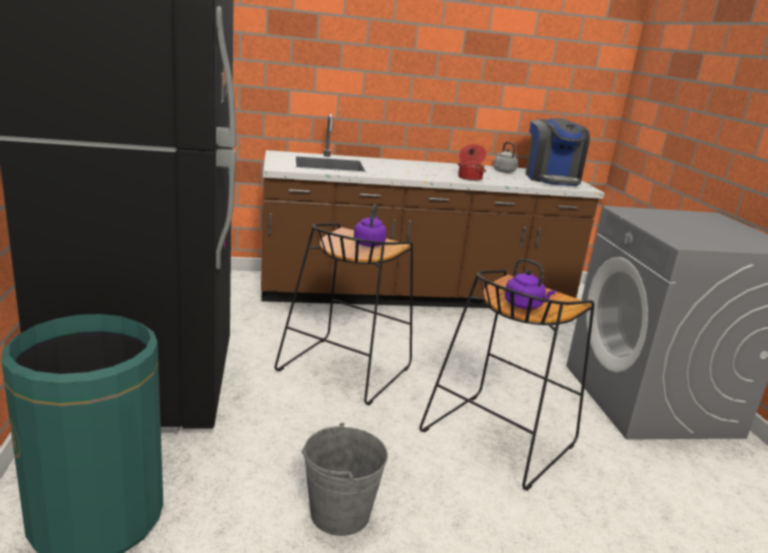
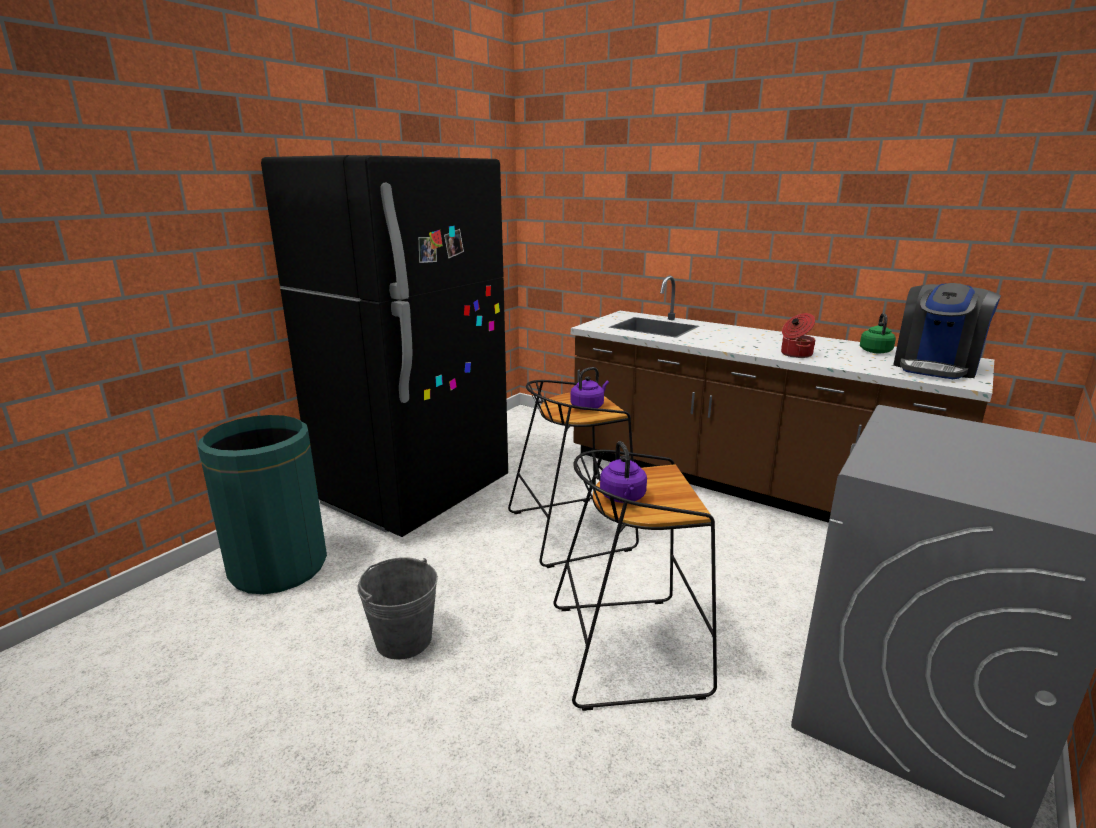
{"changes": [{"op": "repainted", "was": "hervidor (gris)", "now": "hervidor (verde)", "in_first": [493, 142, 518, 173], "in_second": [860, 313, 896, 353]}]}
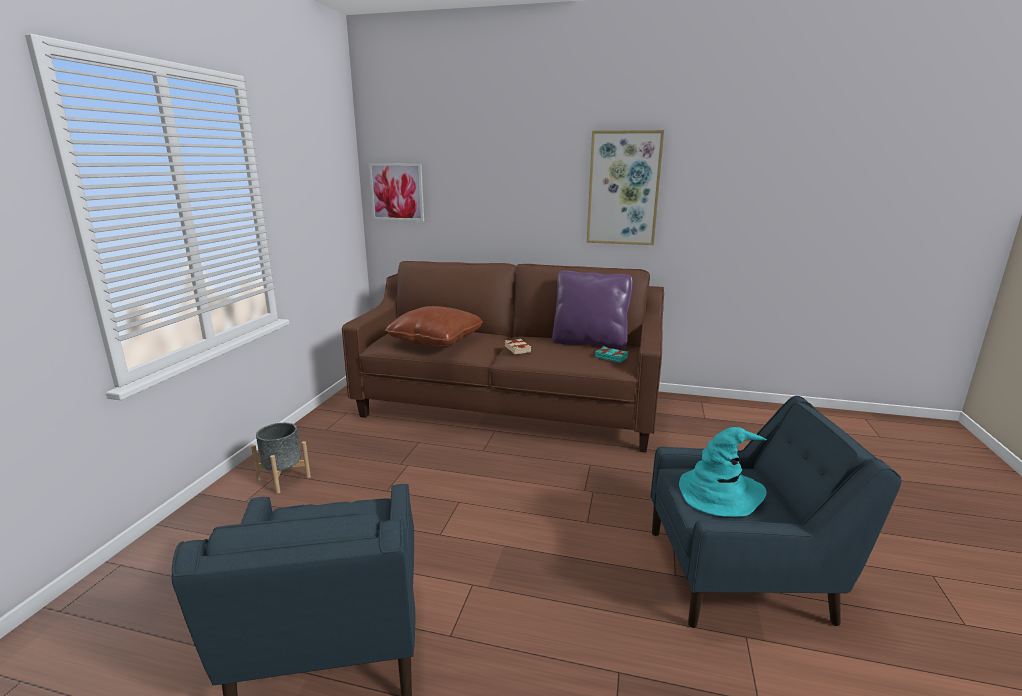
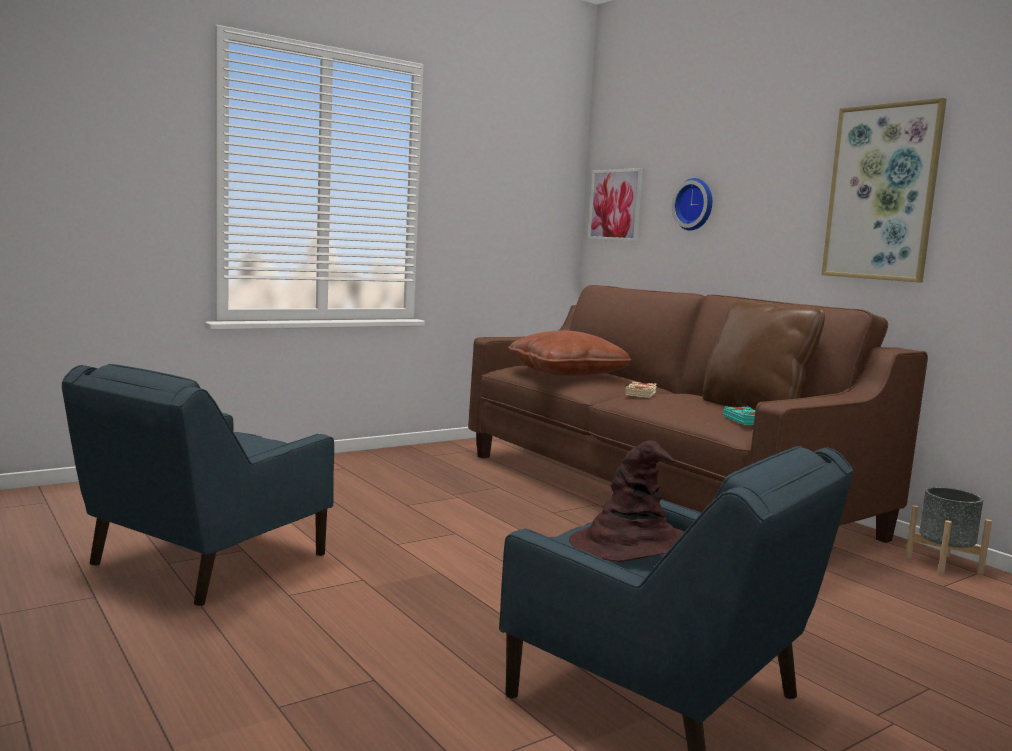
{"changes": [{"op": "shifted", "was": "maceta (gris)", "in_first": [251, 423, 311, 494], "in_second": [905, 487, 992, 576]}, {"op": "repainted", "was": "cojín (morado)", "now": "cojín (marrón)", "in_first": [552, 270, 633, 349], "in_second": [703, 299, 825, 410]}, {"op": "repainted", "was": "sombrero (turquesa)", "now": "sombrero (marrón)", "in_first": [679, 427, 767, 517], "in_second": [569, 441, 684, 562]}, {"op": "new", "now": "reloj de pared", "in_second": [672, 178, 712, 230]}]}
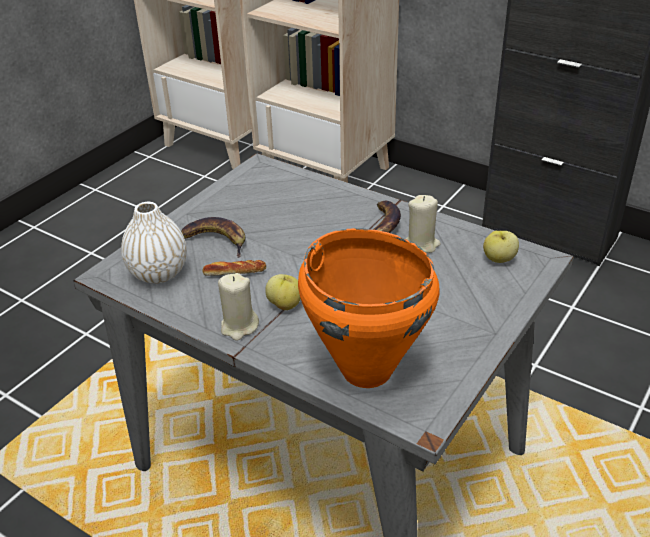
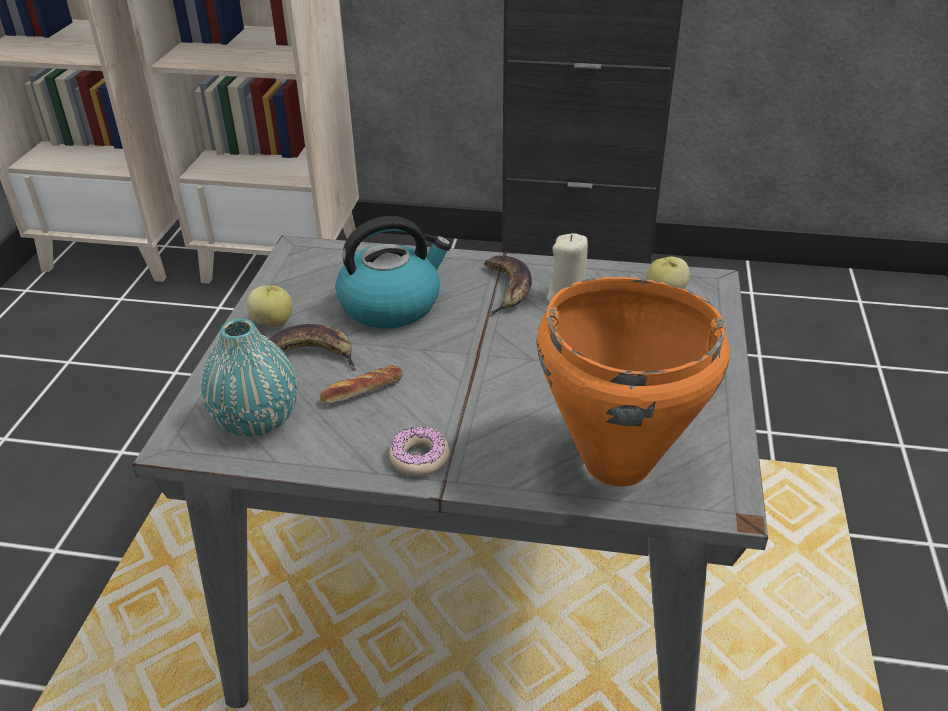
{"changes": [{"op": "repainted", "was": "florero (blanco)", "now": "florero (turquesa)", "in_first": [121, 202, 187, 284], "in_second": [201, 319, 298, 436]}, {"op": "swapped", "was": "vela (beis)", "now": "rosquilla", "in_first": [218, 273, 259, 341], "in_second": [389, 427, 450, 476]}, {"op": "shifted", "was": "manzana", "in_first": [265, 274, 301, 310], "in_second": [247, 286, 292, 327]}, {"op": "new", "now": "hervidor", "in_second": [336, 216, 451, 328]}]}
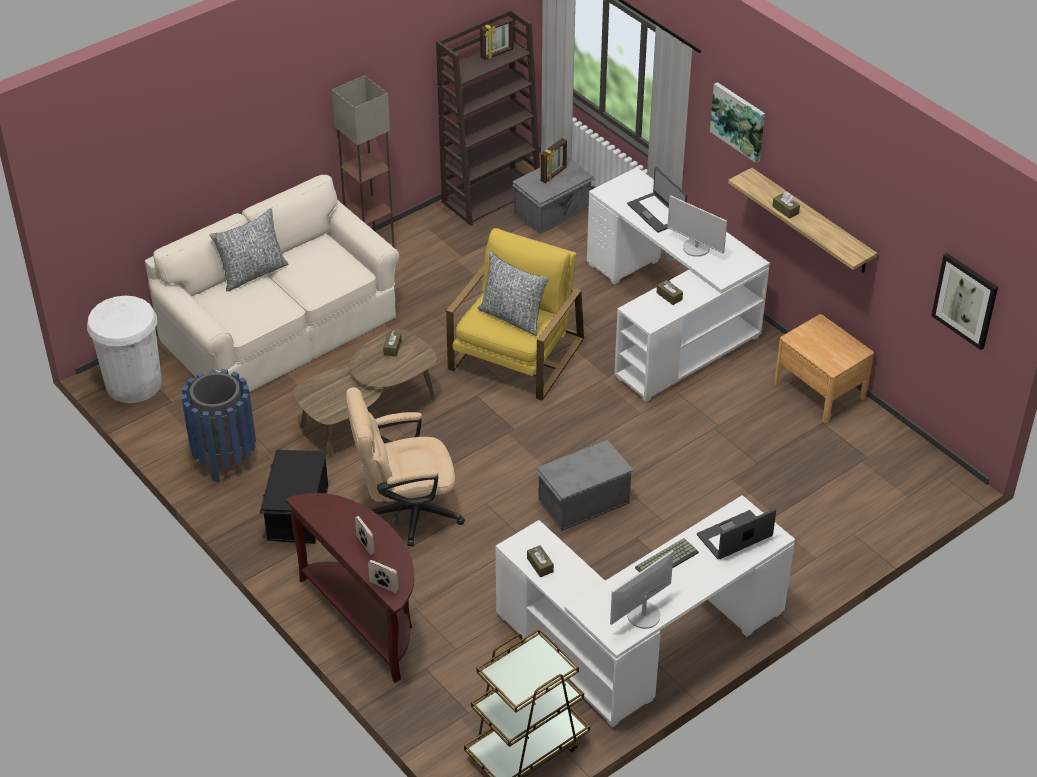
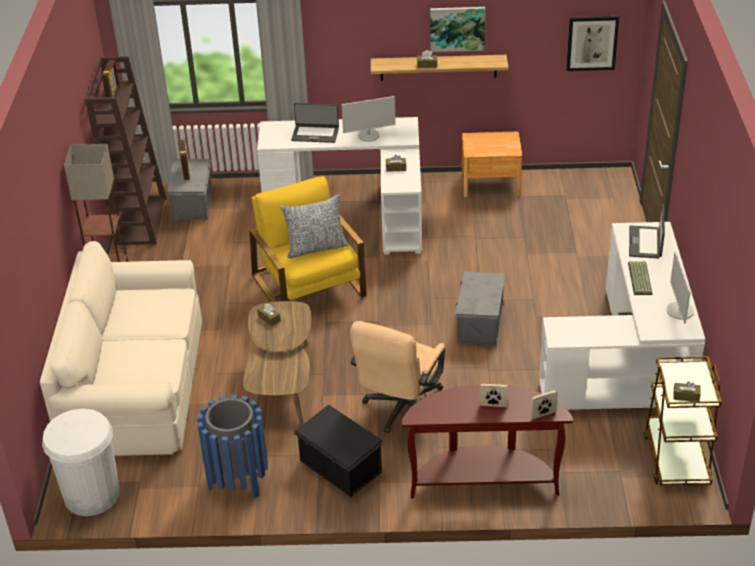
{"changes": [{"op": "gone", "was": "cojín", "in_first": [209, 208, 288, 291]}, {"op": "shifted", "was": "caja de pañuelos (marrón)", "in_first": [527, 545, 554, 577], "in_second": [673, 381, 701, 402]}, {"op": "shifted", "was": "cuadro", "in_first": [710, 82, 765, 163], "in_second": [430, 7, 485, 52]}]}
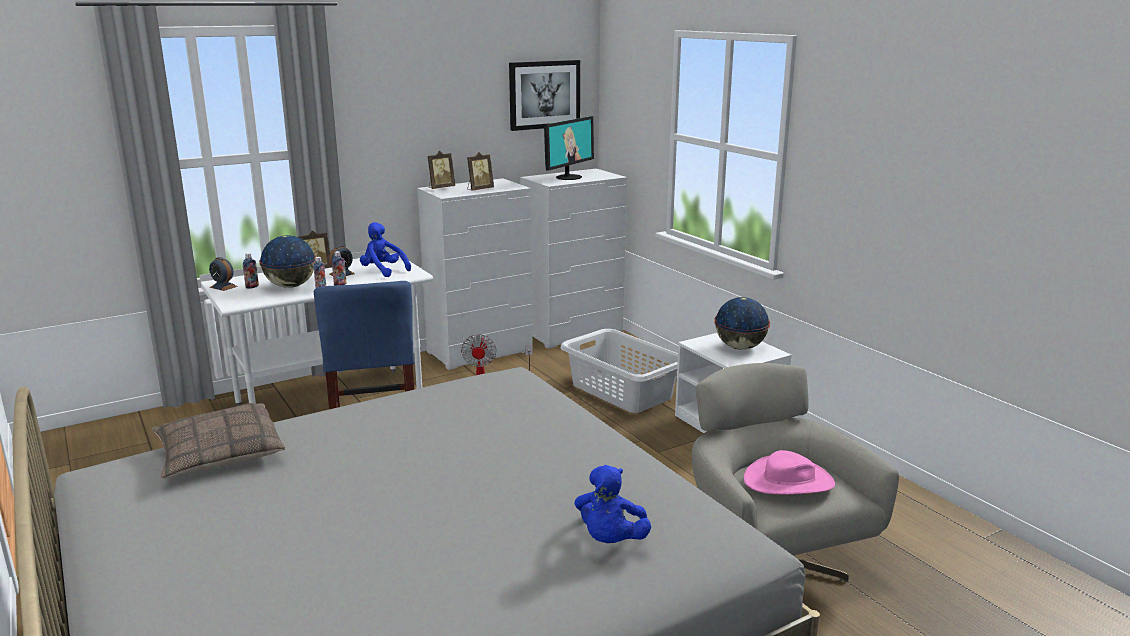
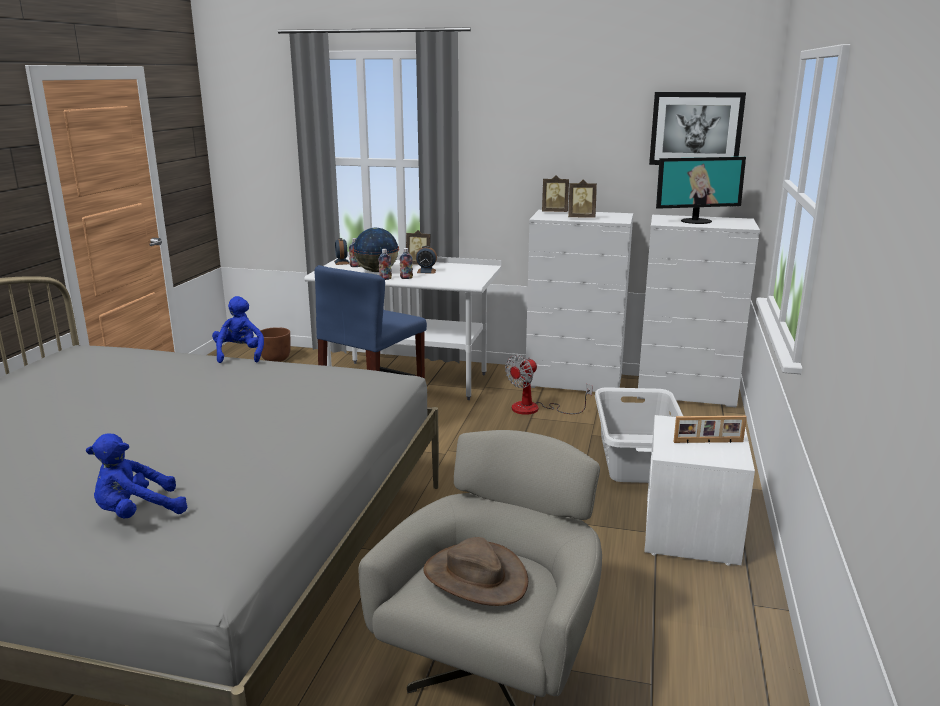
{"changes": [{"op": "gone", "was": "cojín", "in_first": [152, 403, 286, 479]}, {"op": "shifted", "was": "peluche (azul)", "in_first": [360, 222, 411, 277], "in_second": [212, 296, 264, 363]}, {"op": "swapped", "was": "globo terráqueo", "now": "portarretratos", "in_first": [714, 297, 770, 350], "in_second": [673, 416, 747, 443]}, {"op": "repainted", "was": "sombrero (rosa)", "now": "sombrero (marrón)", "in_first": [744, 450, 835, 495], "in_second": [423, 537, 528, 606]}, {"op": "new", "now": "maceta (marrón)", "in_second": [257, 327, 290, 362]}]}
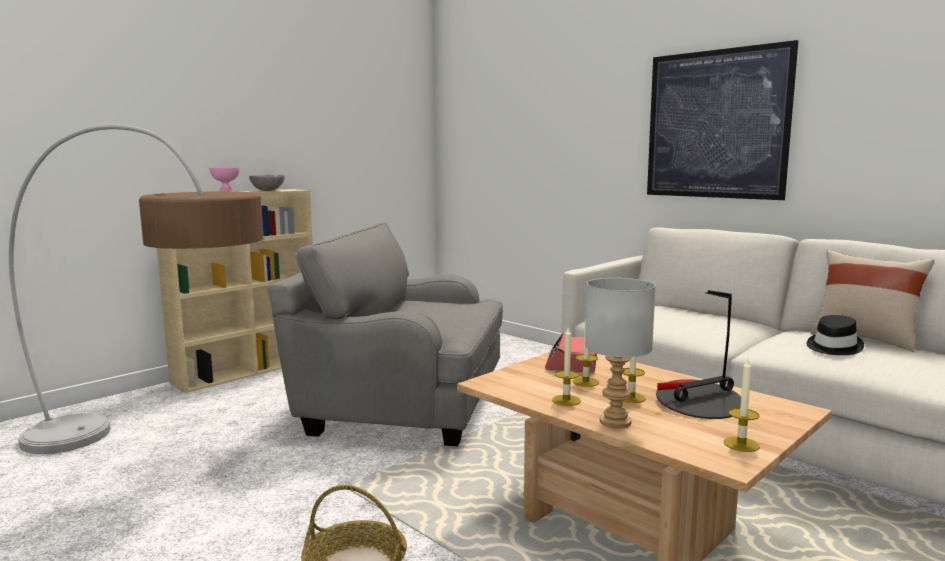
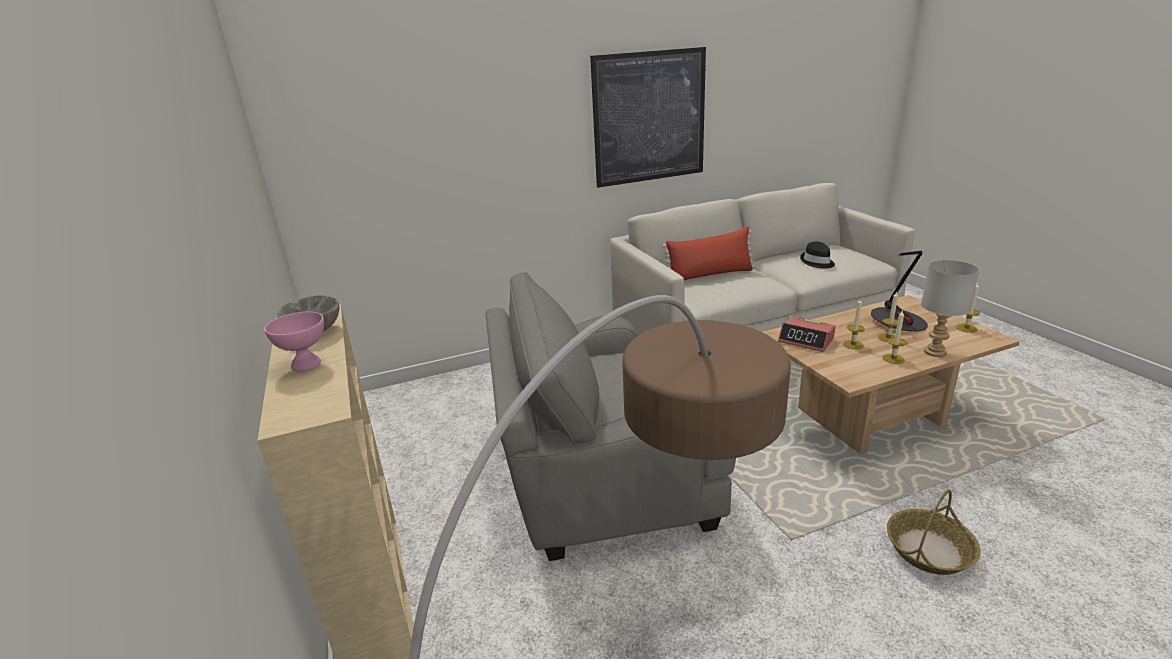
{"changes": [{"op": "rotated", "was": "sillón (gris)", "in_first": [268, 223, 503, 447], "in_second": [485, 272, 736, 561], "clockwise": 45}, {"op": "gone", "was": "cojín (beis)", "in_first": [811, 250, 934, 352]}, {"op": "new", "now": "cojín (rojo)", "in_second": [662, 227, 755, 280]}]}
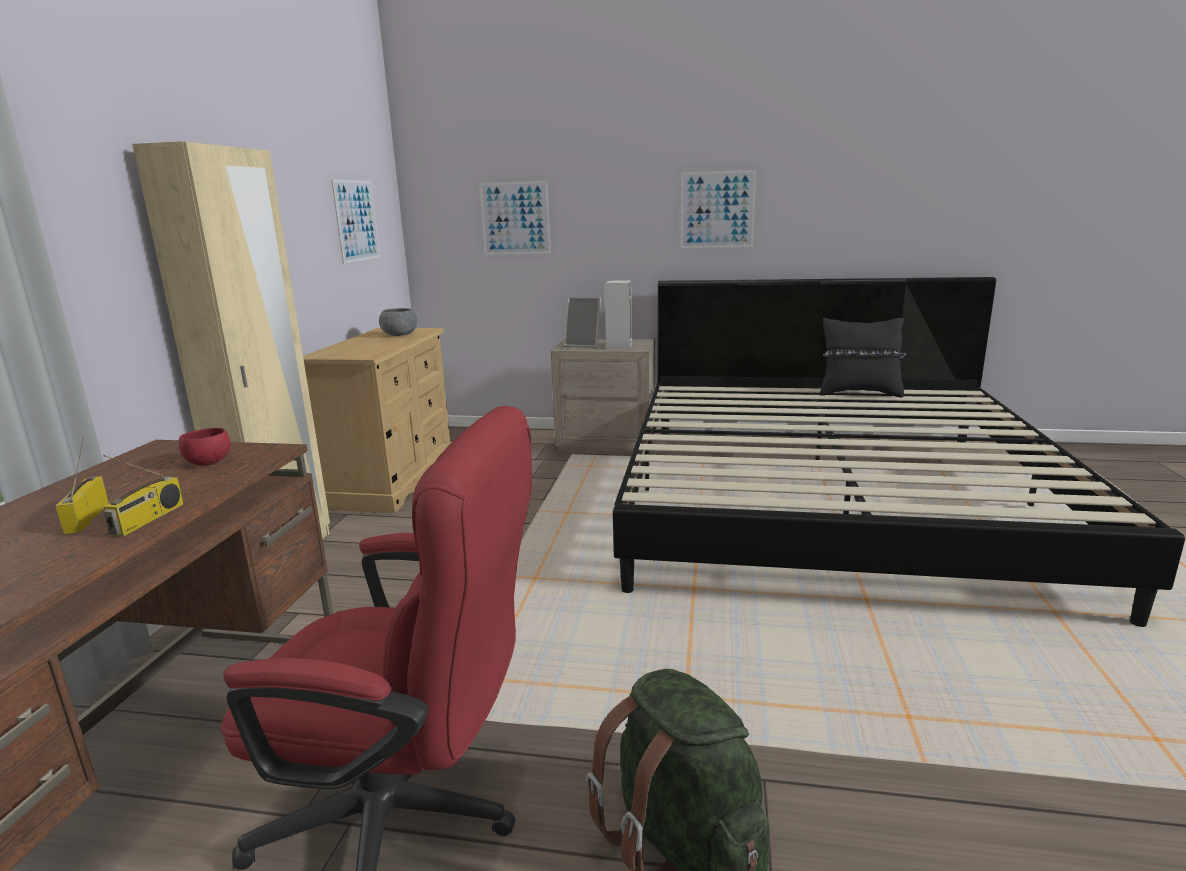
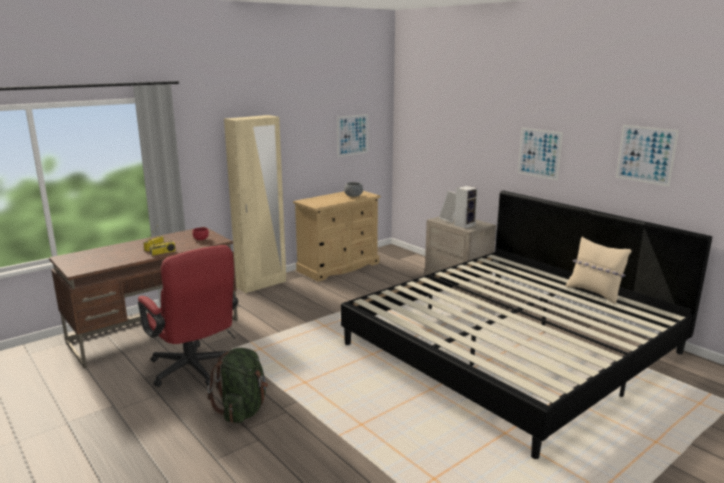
{"changes": [{"op": "shifted", "was": "cuadro", "in_first": [479, 181, 551, 255], "in_second": [616, 125, 679, 186]}, {"op": "repainted", "was": "cojín (negro)", "now": "cojín (beis)", "in_first": [819, 318, 906, 398], "in_second": [566, 237, 632, 304]}]}
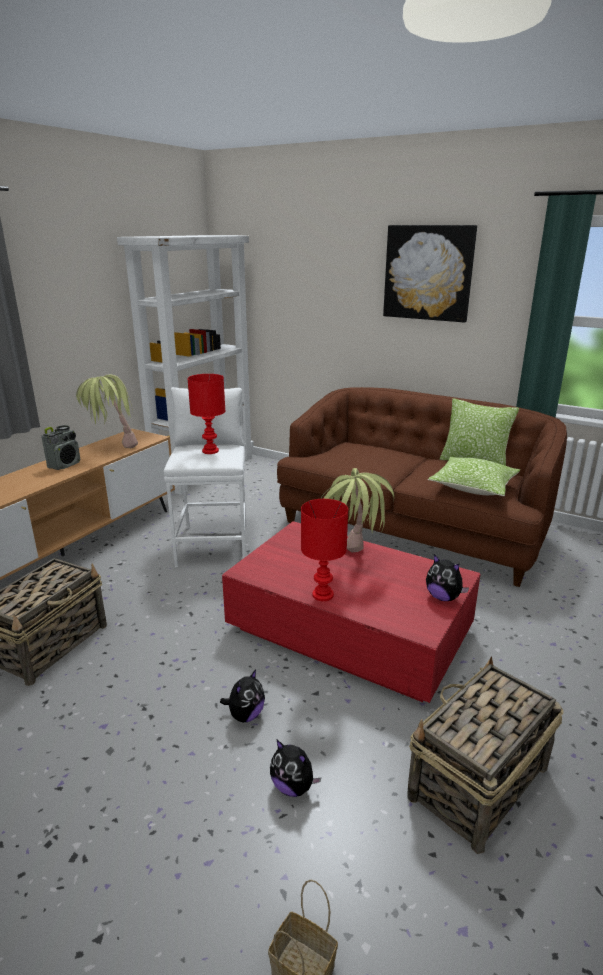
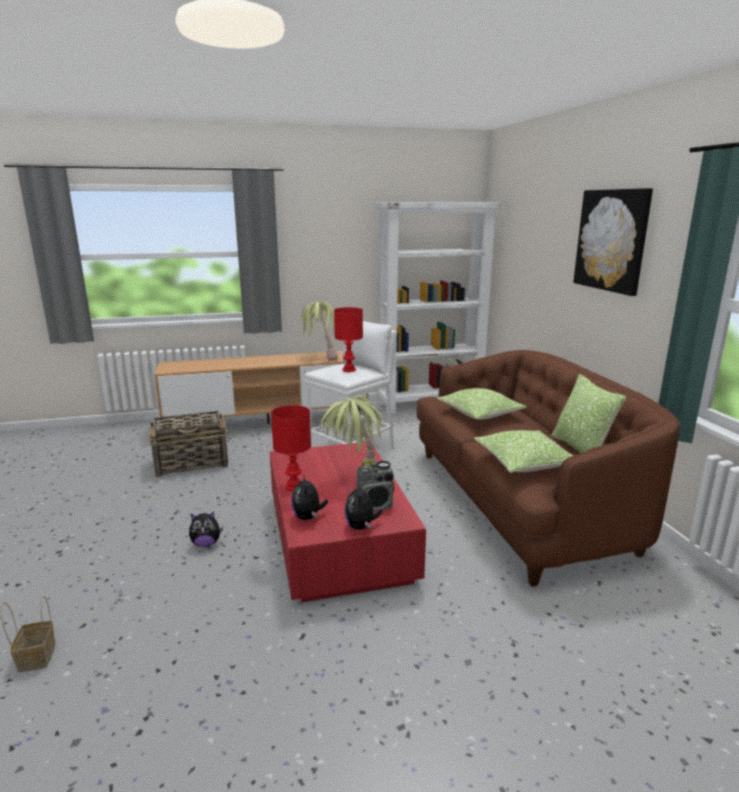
{"changes": [{"op": "shifted", "was": "radio", "in_first": [41, 425, 80, 470], "in_second": [357, 460, 394, 511]}, {"op": "shifted", "was": "peluche", "in_first": [270, 739, 321, 797], "in_second": [291, 474, 328, 520]}, {"op": "gone", "was": "cesta", "in_first": [407, 656, 564, 854]}, {"op": "new", "now": "cojín", "in_second": [437, 388, 527, 420]}]}
